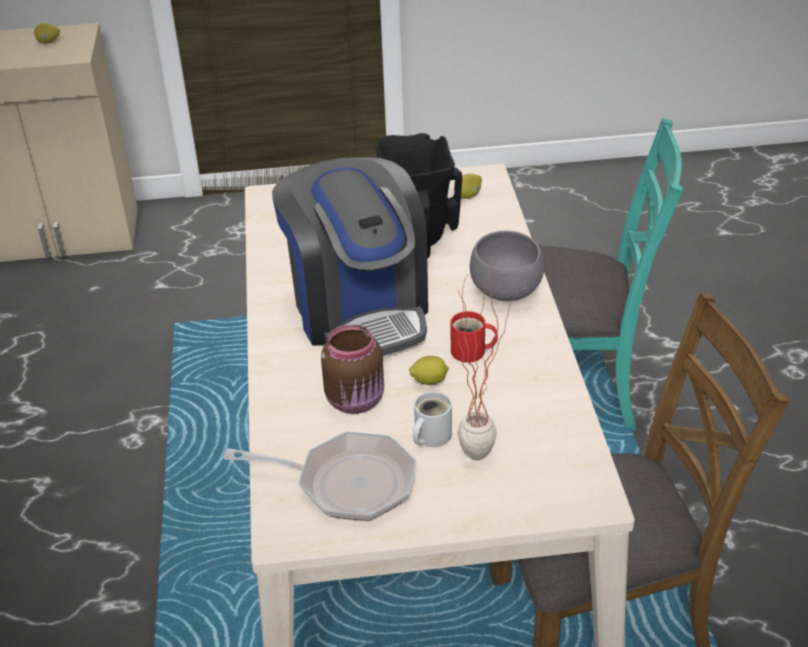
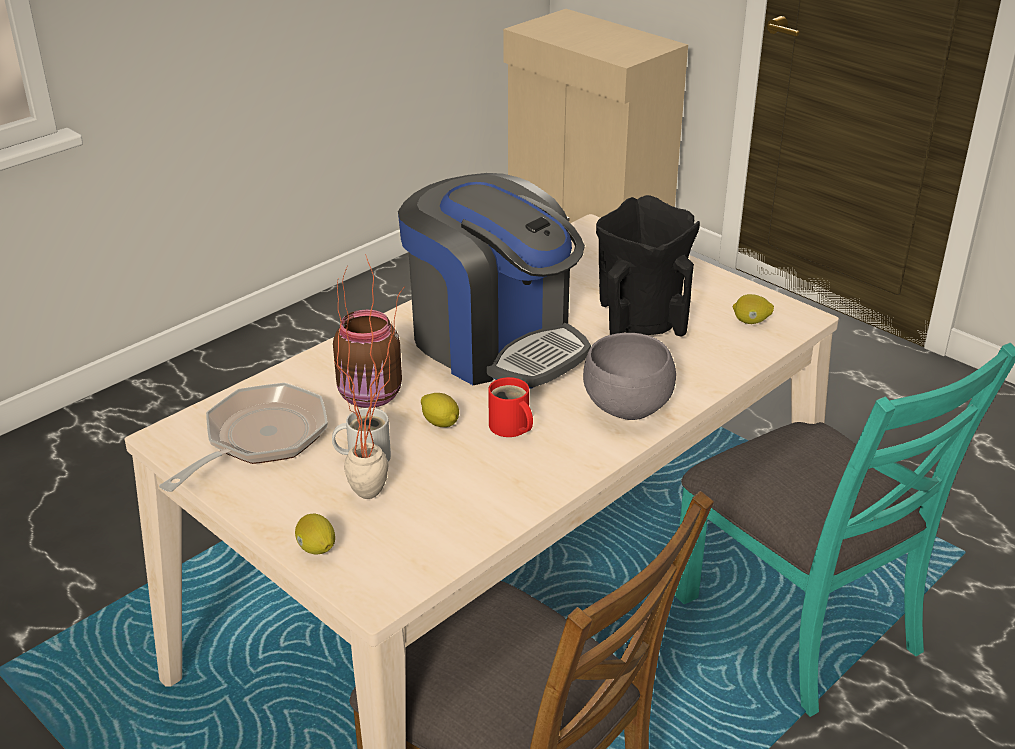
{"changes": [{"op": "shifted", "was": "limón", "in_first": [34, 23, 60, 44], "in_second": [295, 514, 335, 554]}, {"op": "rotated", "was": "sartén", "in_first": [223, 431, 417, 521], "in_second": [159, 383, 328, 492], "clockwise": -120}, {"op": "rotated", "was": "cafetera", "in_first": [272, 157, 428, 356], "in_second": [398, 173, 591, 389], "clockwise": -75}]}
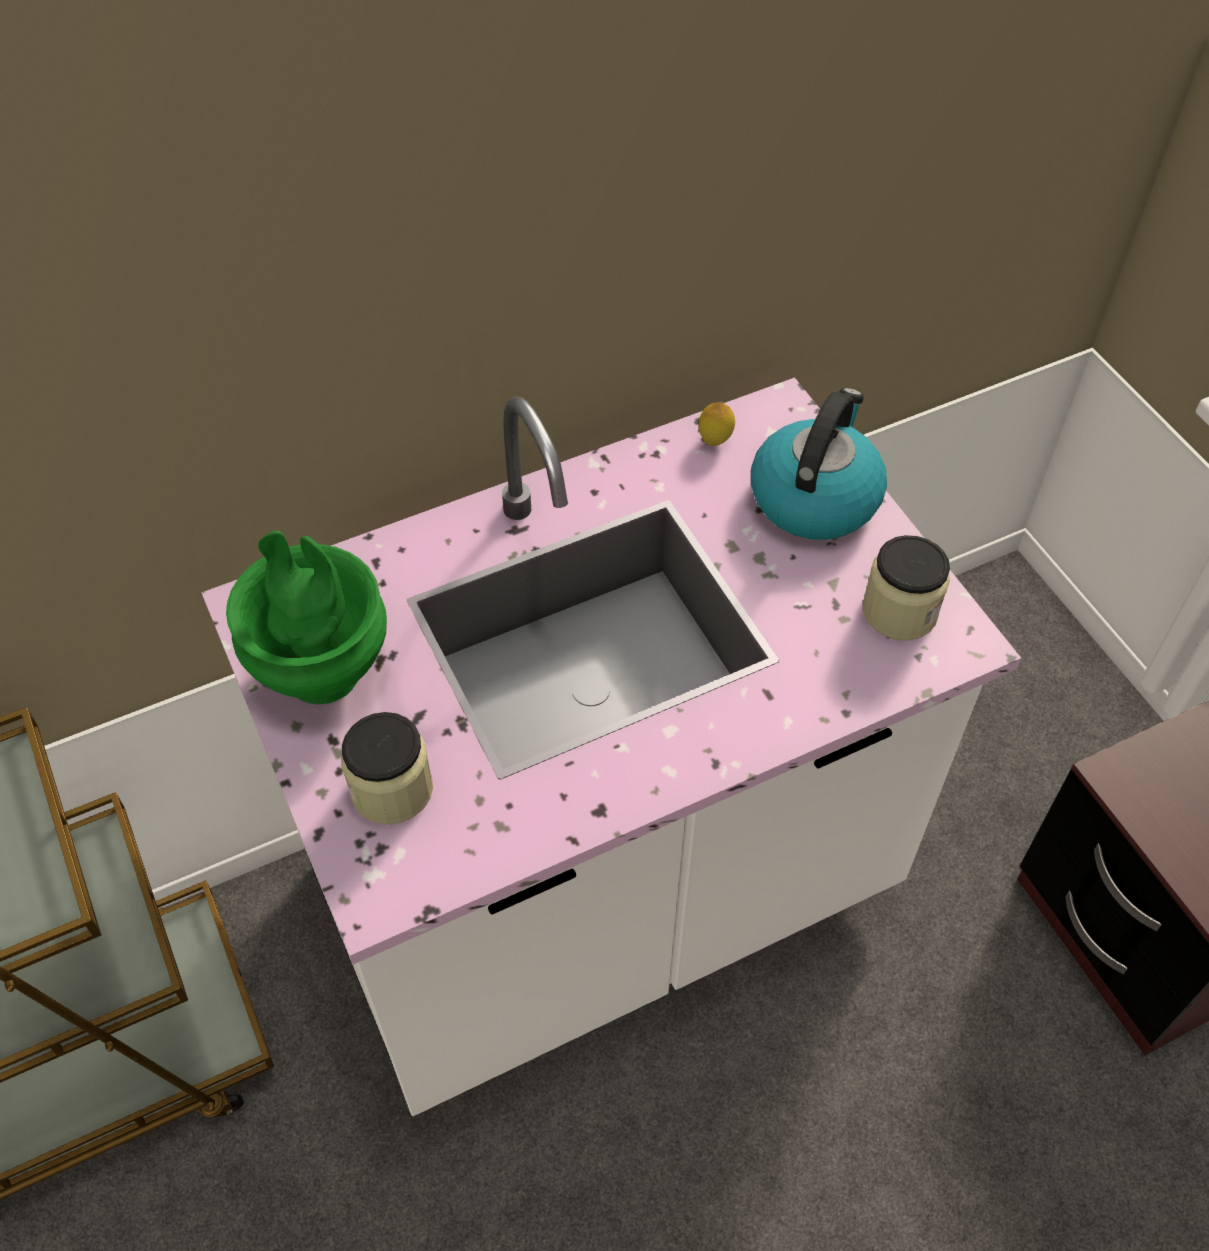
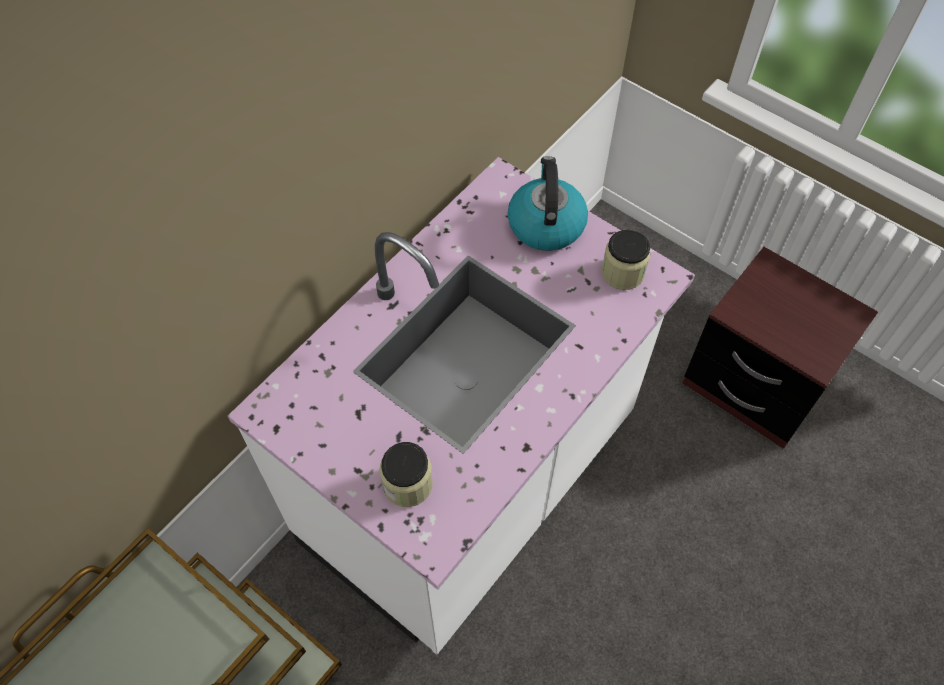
{"changes": [{"op": "gone", "was": "florero (verde)", "in_first": [226, 531, 387, 704]}, {"op": "gone", "was": "limón", "in_first": [699, 402, 735, 446]}]}
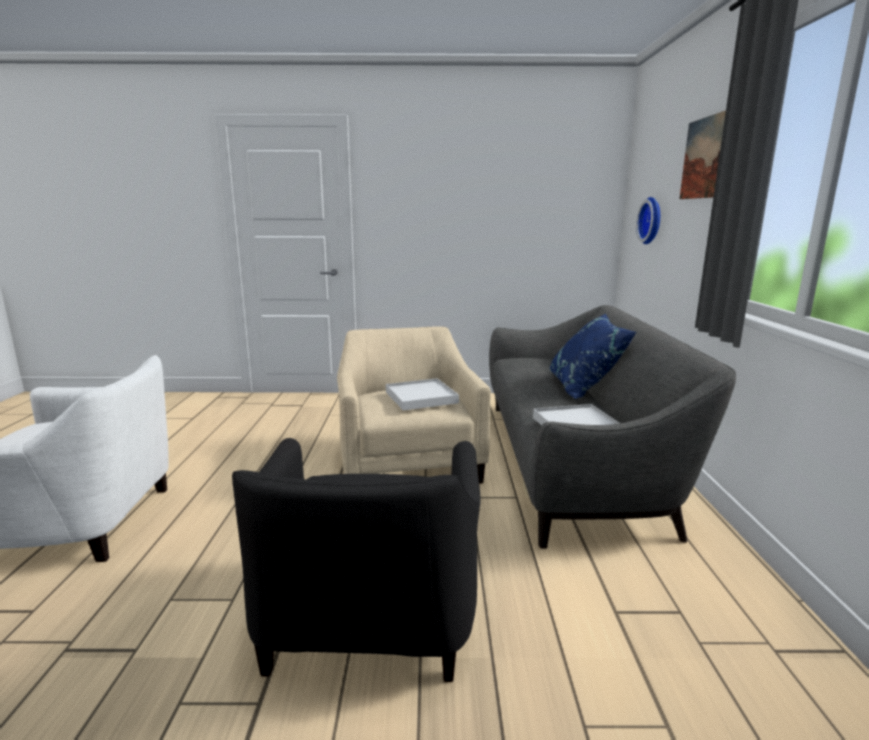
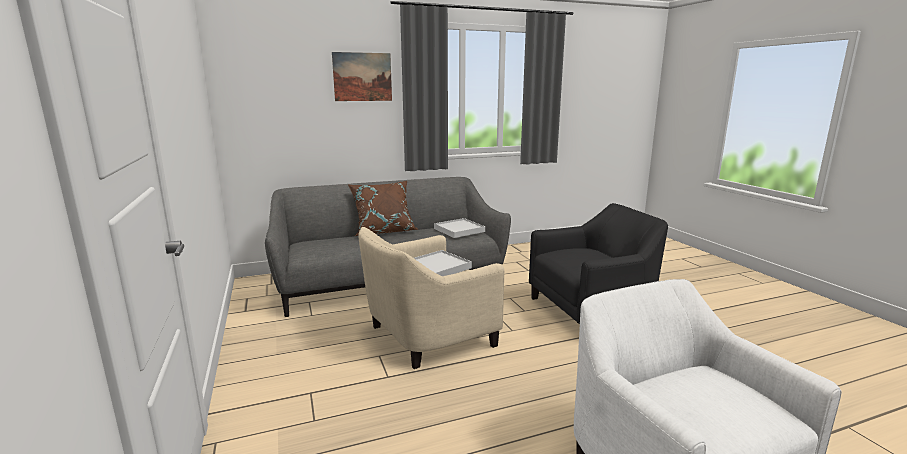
{"changes": [{"op": "repainted", "was": "cojín (azul)", "now": "cojín (marrón)", "in_first": [550, 314, 636, 399], "in_second": [348, 181, 418, 236]}, {"op": "gone", "was": "reloj de pared", "in_first": [636, 197, 660, 244]}]}
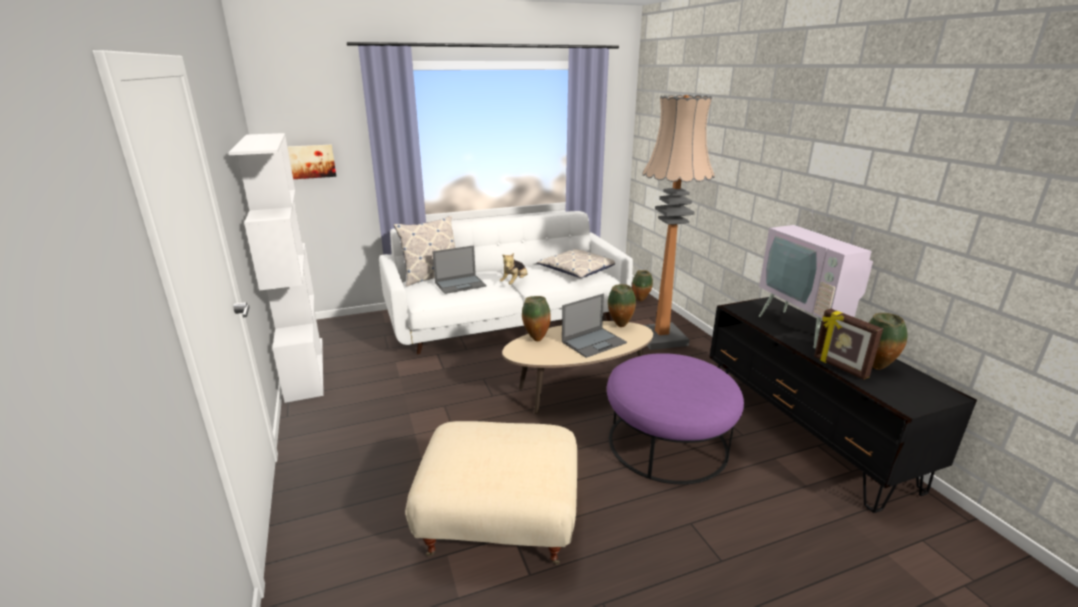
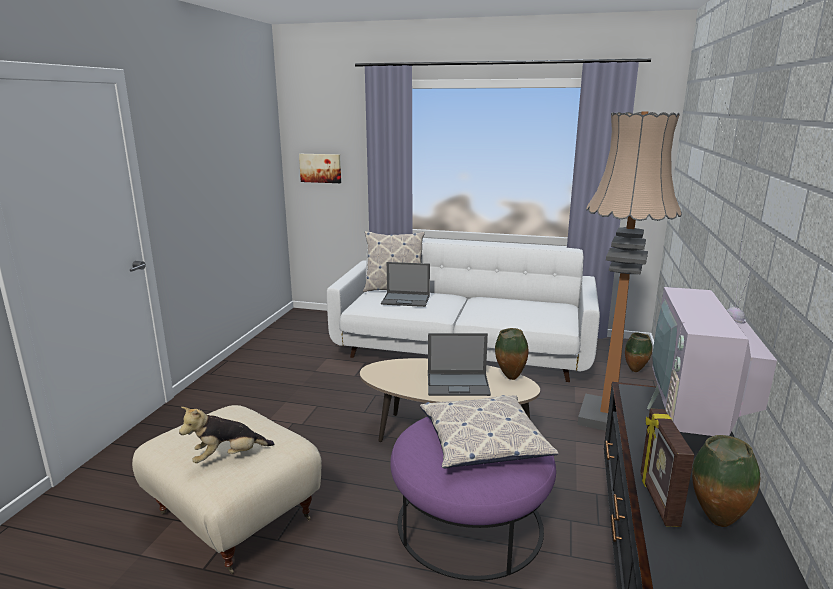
{"changes": [{"op": "gone", "was": "estantería (blanco)", "in_first": [228, 133, 324, 403]}, {"op": "shifted", "was": "peluche", "in_first": [500, 253, 527, 285], "in_second": [179, 407, 274, 463]}, {"op": "gone", "was": "florero", "in_first": [522, 296, 551, 341]}, {"op": "shifted", "was": "cojín", "in_first": [537, 249, 615, 278], "in_second": [420, 395, 559, 468]}]}
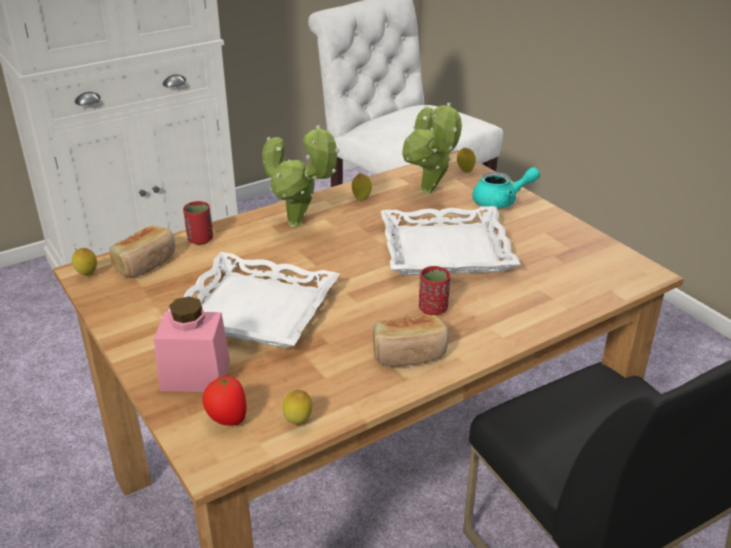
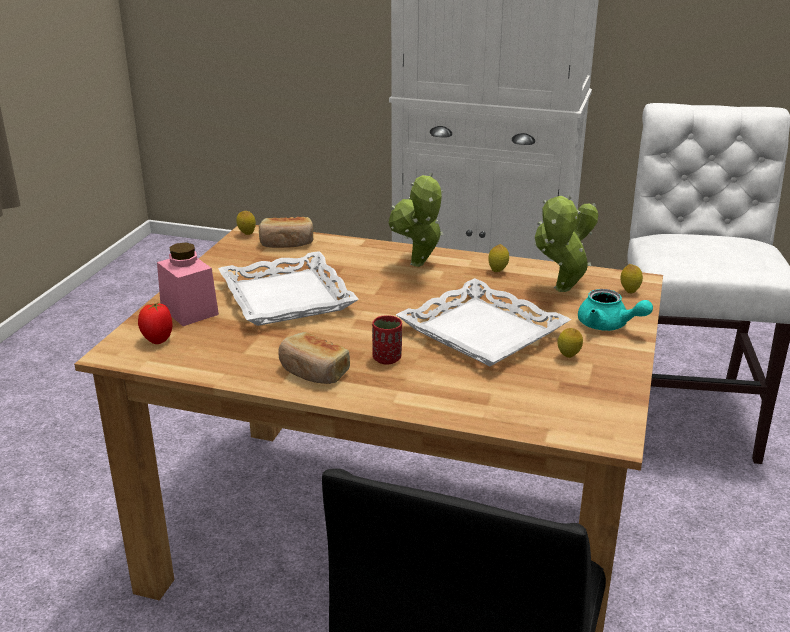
{"changes": [{"op": "gone", "was": "taza (rojo)", "in_first": [183, 201, 213, 245]}, {"op": "shifted", "was": "limón", "in_first": [283, 390, 312, 424], "in_second": [557, 328, 583, 358]}]}
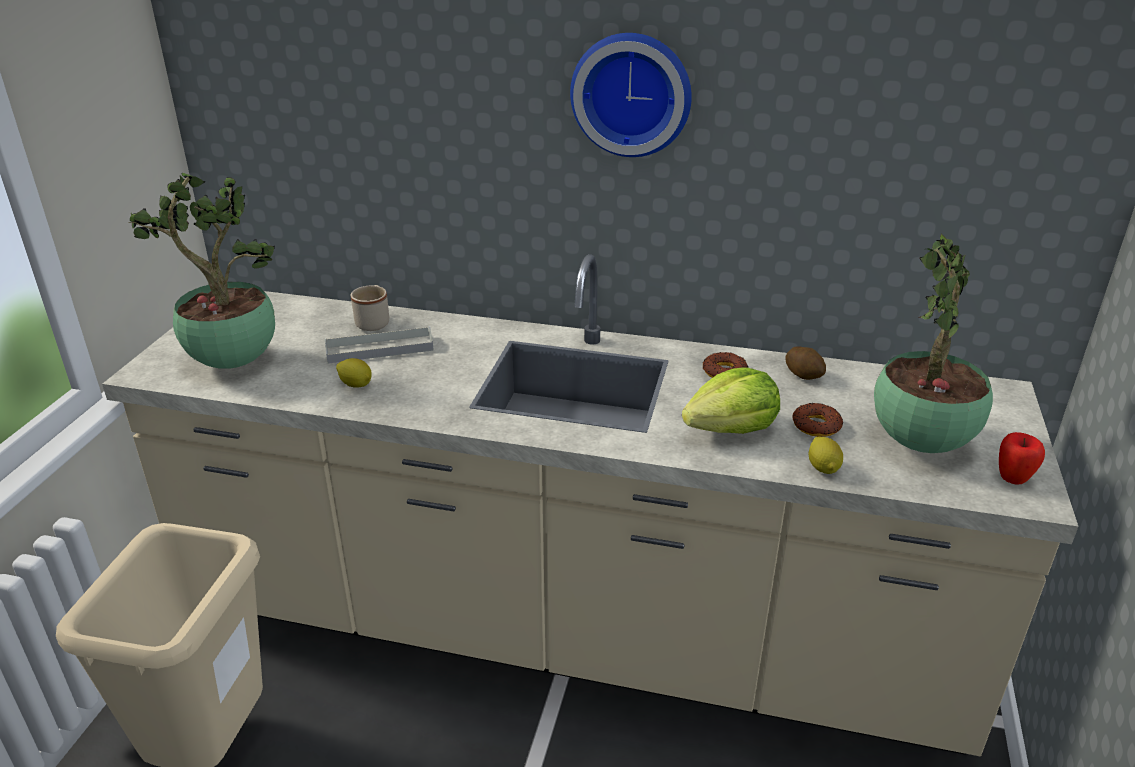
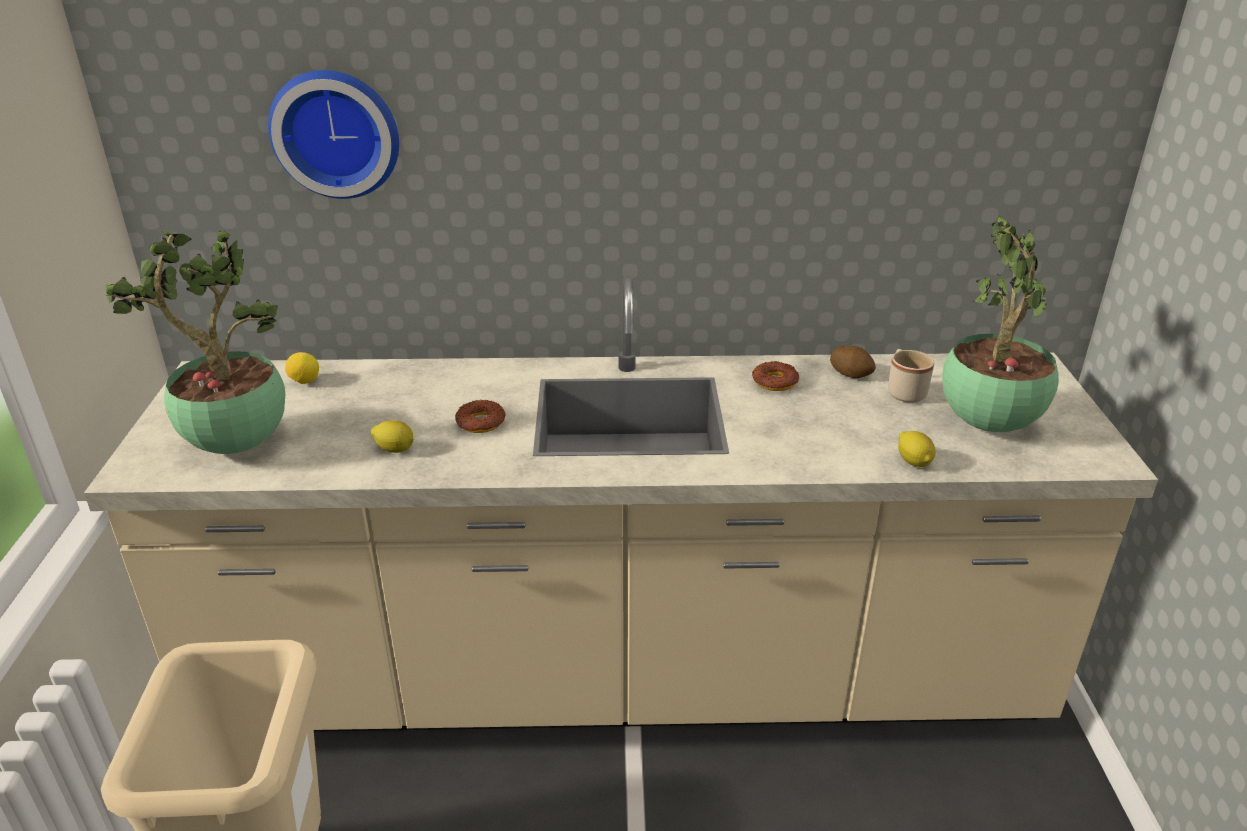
{"changes": [{"op": "gone", "was": "bandeja (gris)", "in_first": [325, 326, 434, 363]}, {"op": "shifted", "was": "taza grande (beis)", "in_first": [351, 285, 389, 331], "in_second": [888, 349, 934, 403]}, {"op": "shifted", "was": "reloj de pared", "in_first": [570, 33, 692, 157], "in_second": [268, 70, 399, 199]}, {"op": "gone", "was": "lechuga", "in_first": [682, 367, 780, 434]}, {"op": "shifted", "was": "rosquilla", "in_first": [792, 403, 843, 437], "in_second": [455, 400, 506, 433]}, {"op": "gone", "was": "manzana", "in_first": [999, 432, 1045, 485]}, {"op": "new", "now": "limón", "in_second": [285, 352, 319, 384]}]}
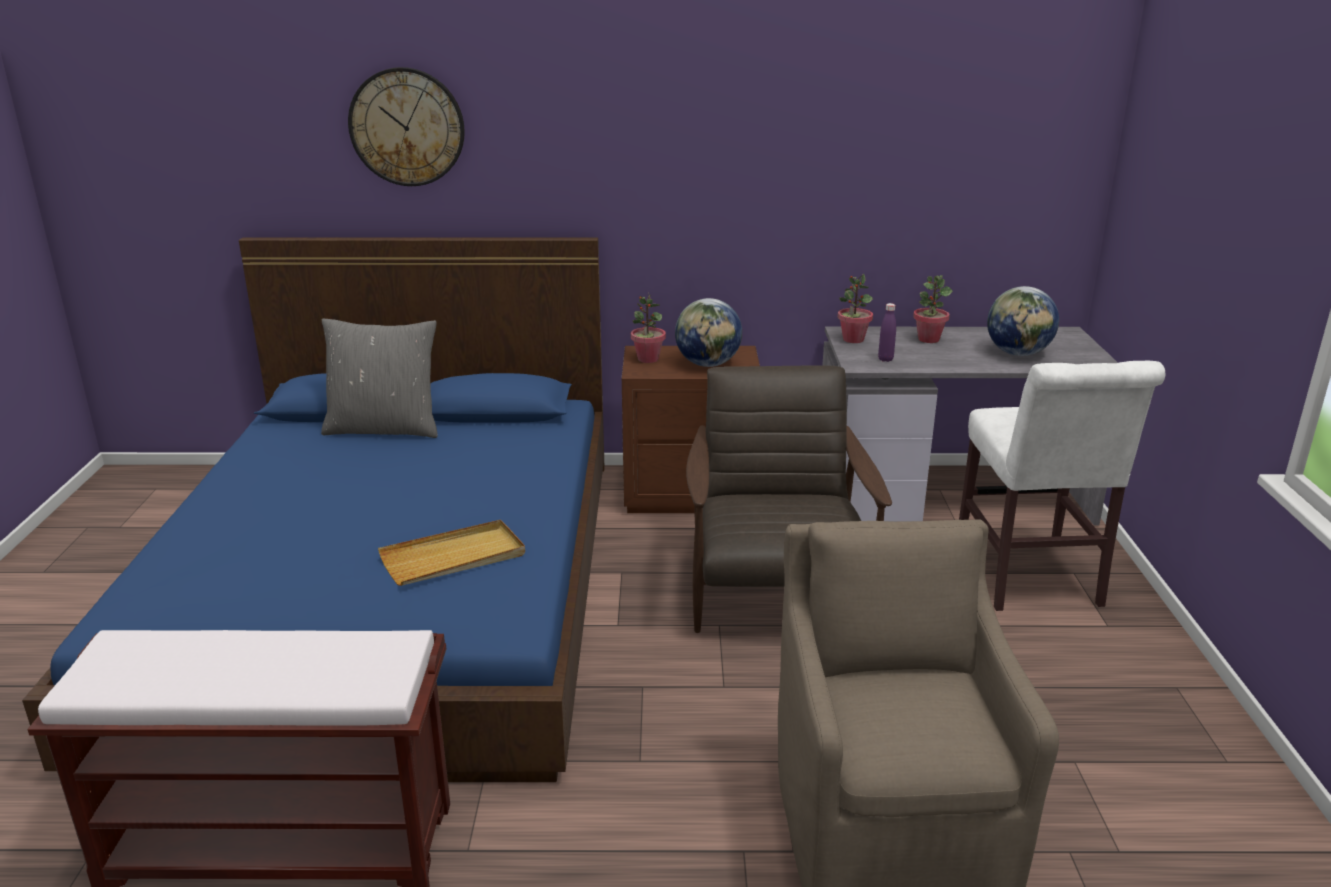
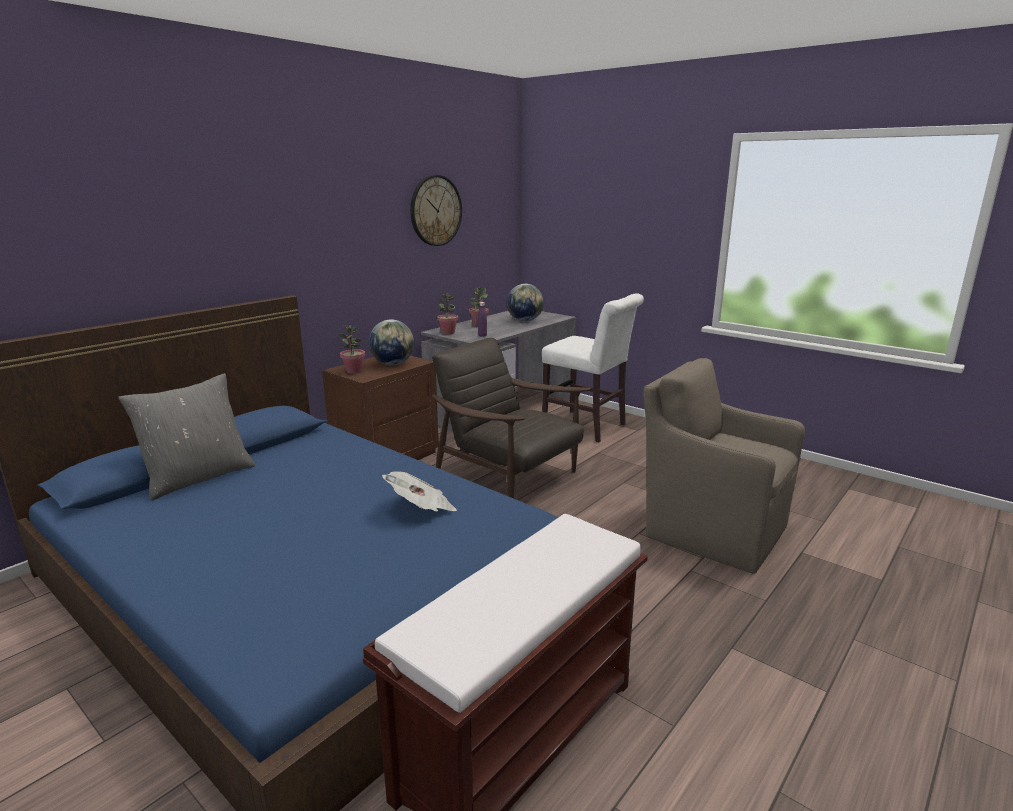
{"changes": [{"op": "shifted", "was": "reloj de pared", "in_first": [348, 67, 465, 186], "in_second": [410, 175, 462, 246]}, {"op": "swapped", "was": "bandeja (beis)", "now": "periódico", "in_first": [378, 520, 525, 586], "in_second": [382, 472, 457, 512]}]}
